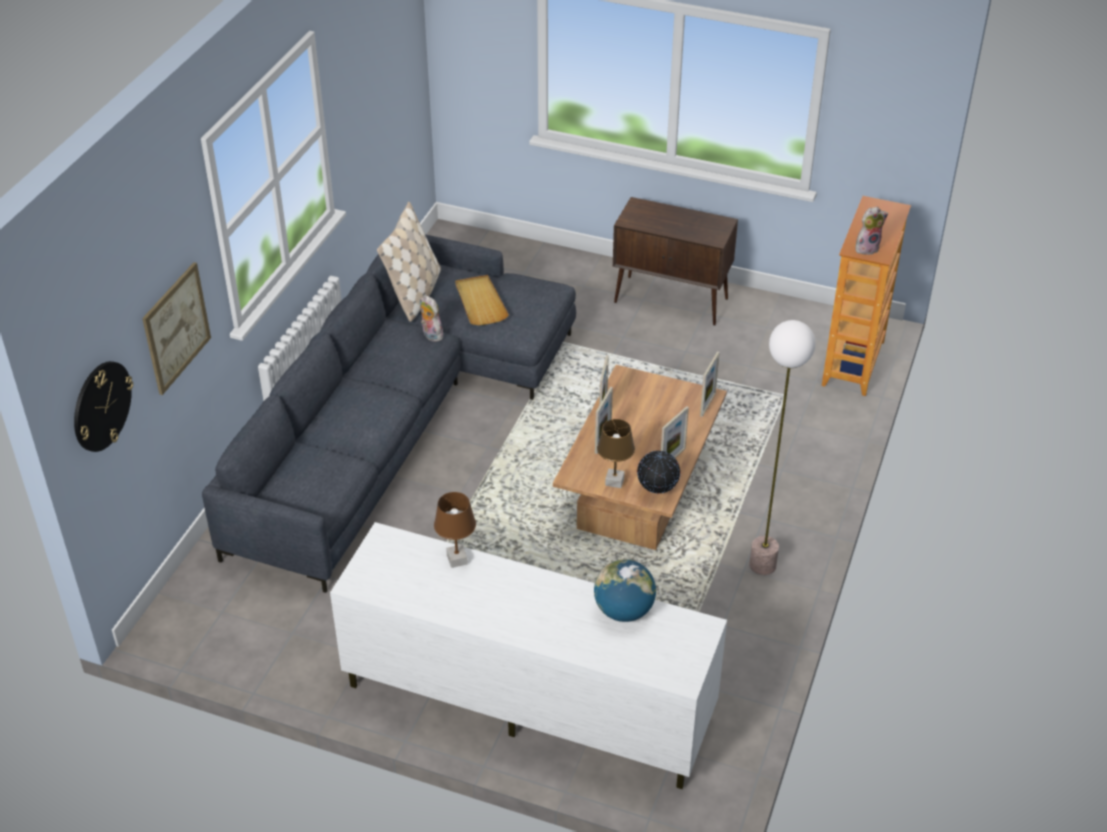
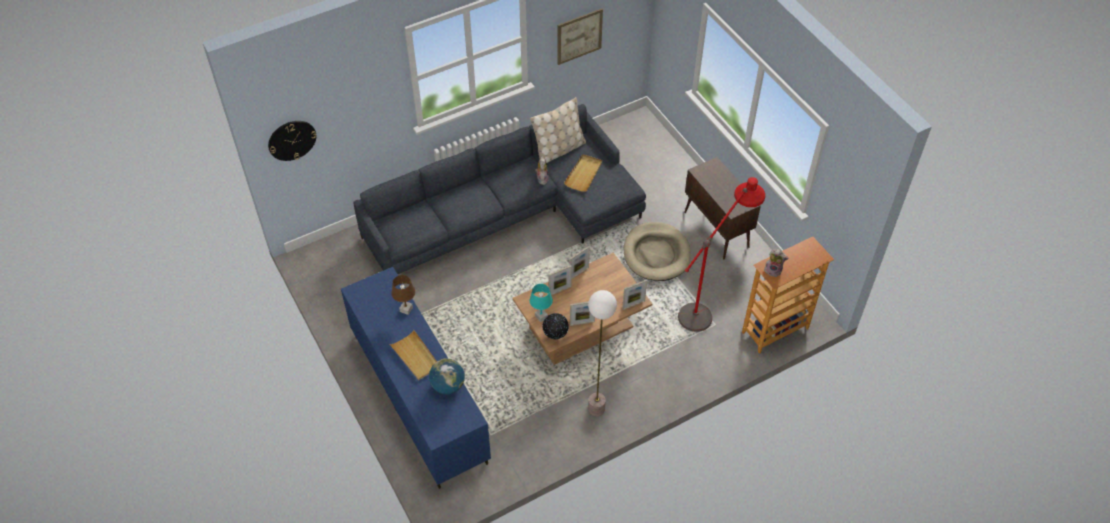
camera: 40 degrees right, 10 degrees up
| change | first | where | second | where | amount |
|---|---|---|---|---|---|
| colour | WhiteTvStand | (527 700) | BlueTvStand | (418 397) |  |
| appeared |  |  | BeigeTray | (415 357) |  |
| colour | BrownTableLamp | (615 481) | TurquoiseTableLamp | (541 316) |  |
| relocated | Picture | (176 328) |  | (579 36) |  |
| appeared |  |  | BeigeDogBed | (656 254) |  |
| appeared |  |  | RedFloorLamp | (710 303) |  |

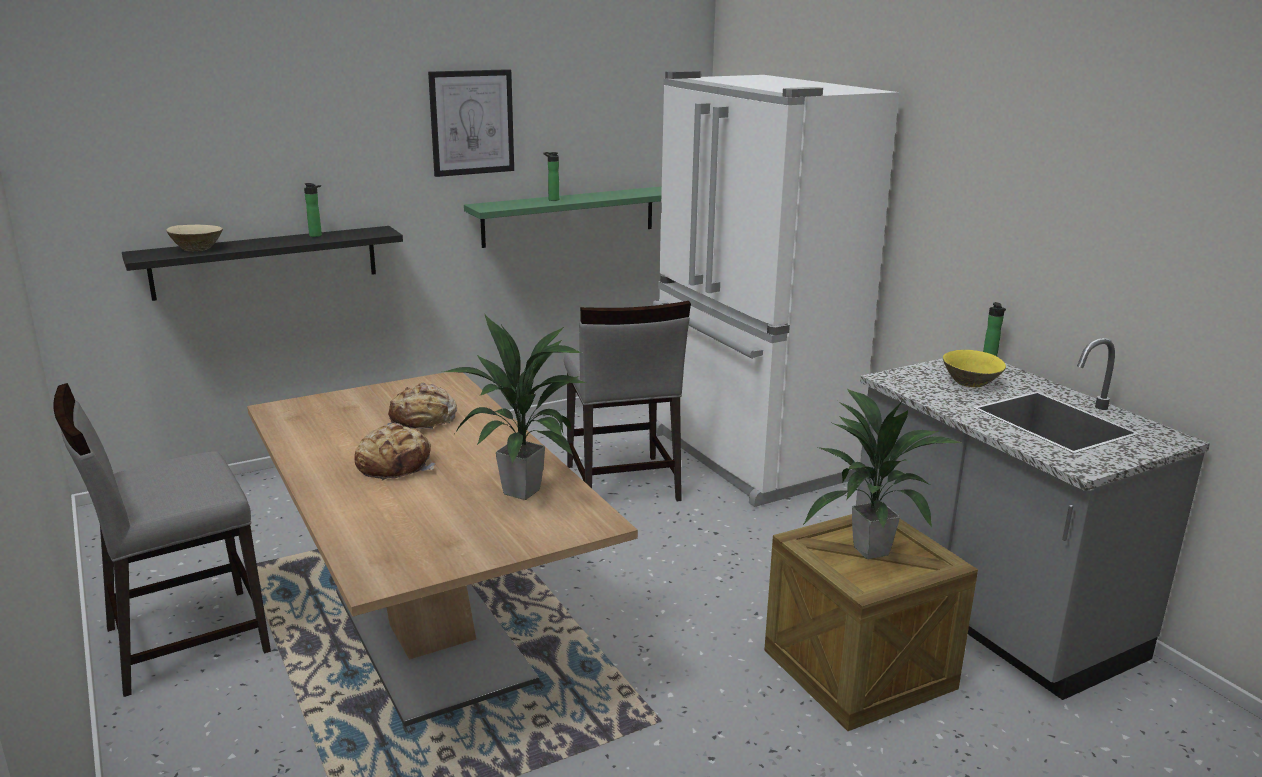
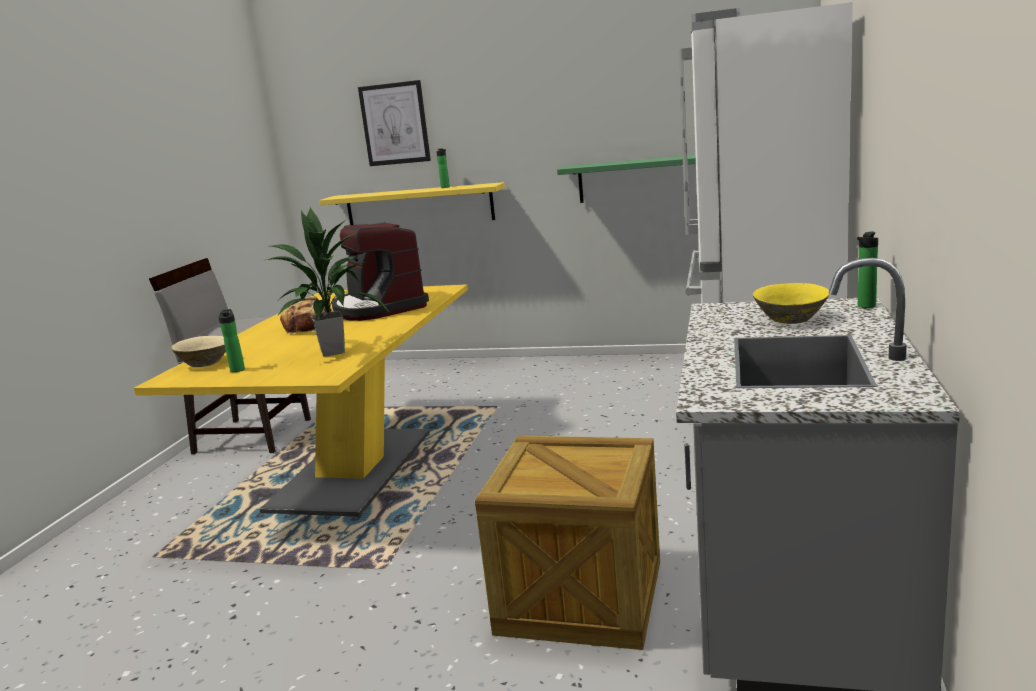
camera: 45 degrees right, 5 degrees down
| change | first | where | second | where | amount |
|---|---|---|---|---|---|
| colour | BrownDiningTable | (431 635) | YellowDiningTable | (352 470) |  |
| relocated | BeigeBowl | (197 249) |  | (205 363) |  |
| relocated | Bottle | (552 199) |  | (237 369) |  |
| colour | BlackShelf | (266 262) | YellowShelf | (419 207) |  |
| exchanged | Bread | (423 421) | CoffeeMachine | (379 308) |  |
| relocated | Picture | (472 122) |  | (395 124) |  |
| missing | GreyChair | (621 483) |  |  |  |
| missing | PottedPlant | (870 550) |  |  |  |

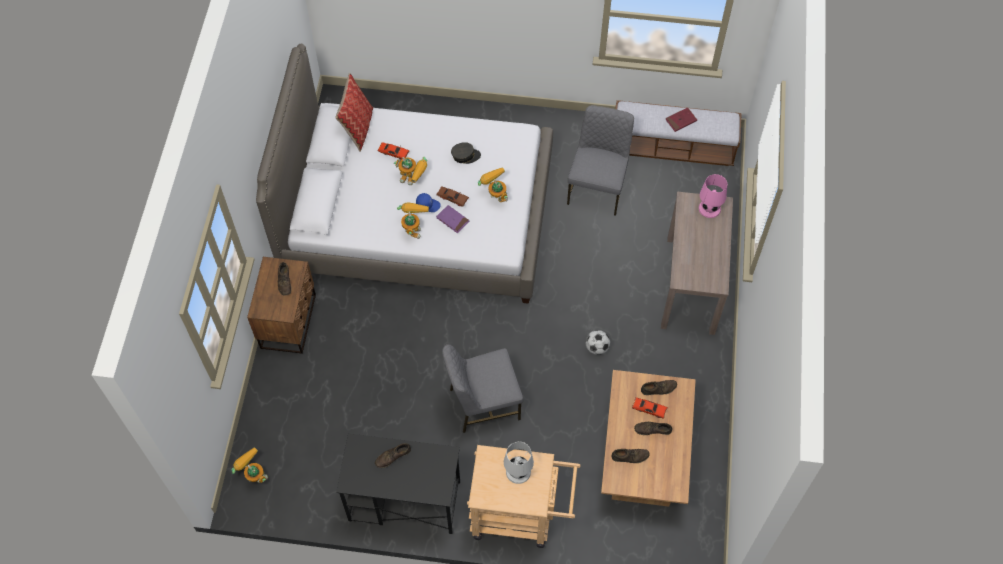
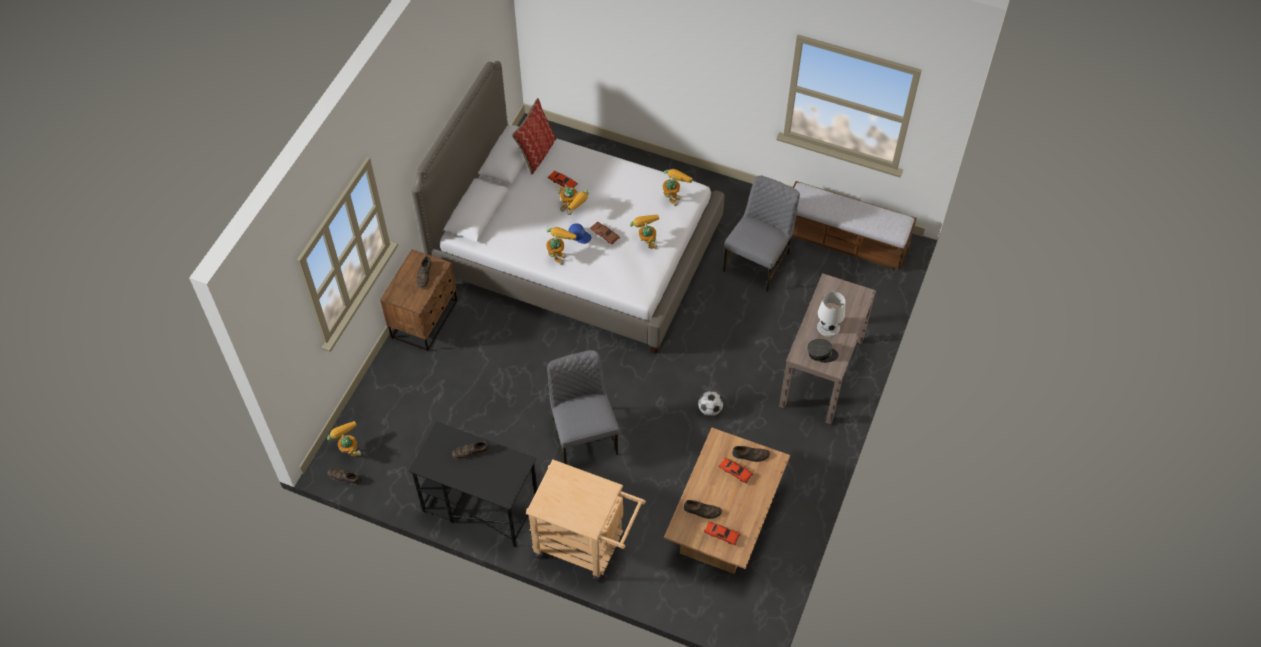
camera: 15 degrees right, 5 degrees down
| change | first | where | second | where | amount |
|---|---|---|---|---|---|
| relocated | BrownShoe | (652 430) |  | (345 477) |  |
| spun | GreyChair | (483 403) |  | (583 435) | 75 degrees clockwise |
| appeared |  |  | ToyRobot | (673 196) |  |
| appeared |  |  | RedToyCar | (721 535) |  |
| relocated | GreyCap | (465 156) |  | (821 354) |  |
| relocated | WhiteTableLamp | (518 472) |  | (828 327) |  |
| missing | PurpleBook | (452 220) |  |  |  |
| missing | RedBook | (681 120) |  |  |  |
| missing | PinkTableLamp | (709 208) |  |  |  |

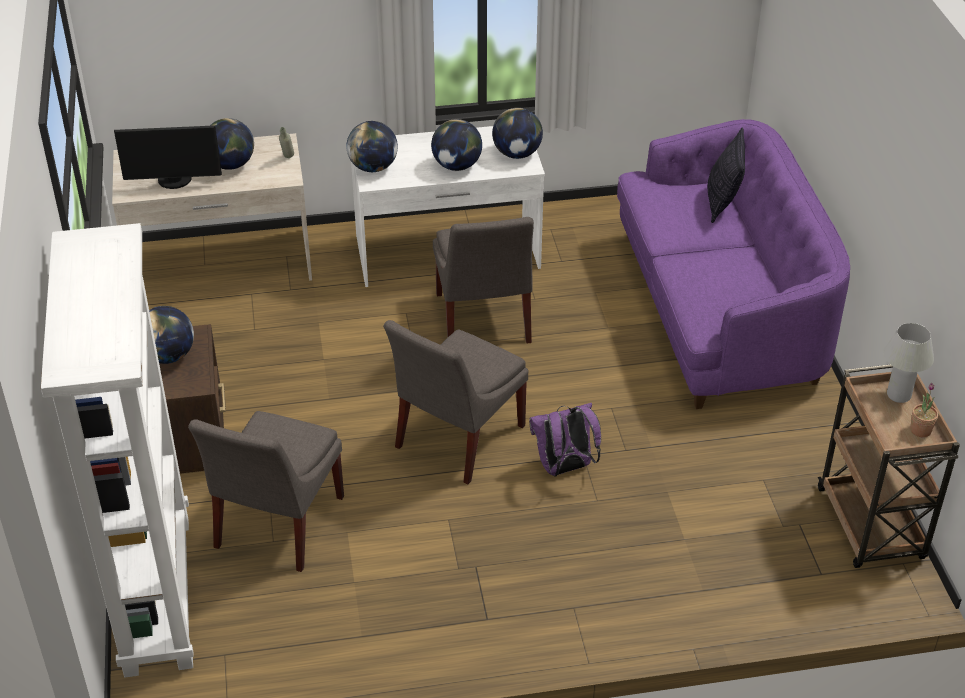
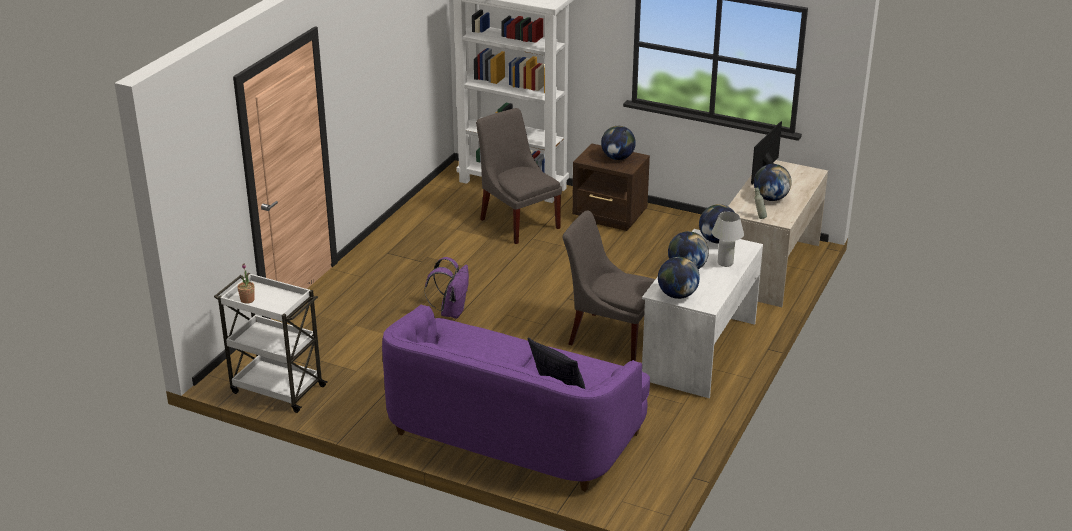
camera: 125 degrees right, 10 degrees down
| change | first | where | second | where | amount |
|---|---|---|---|---|---|
| colour | BrownCart | (871 526) | WhiteCart | (276 389) |  |
| relocated | WhiteTableLamp | (898 395) |  | (725 263) |  |
| missing | GreyChair | (456 439) |  |  |  |

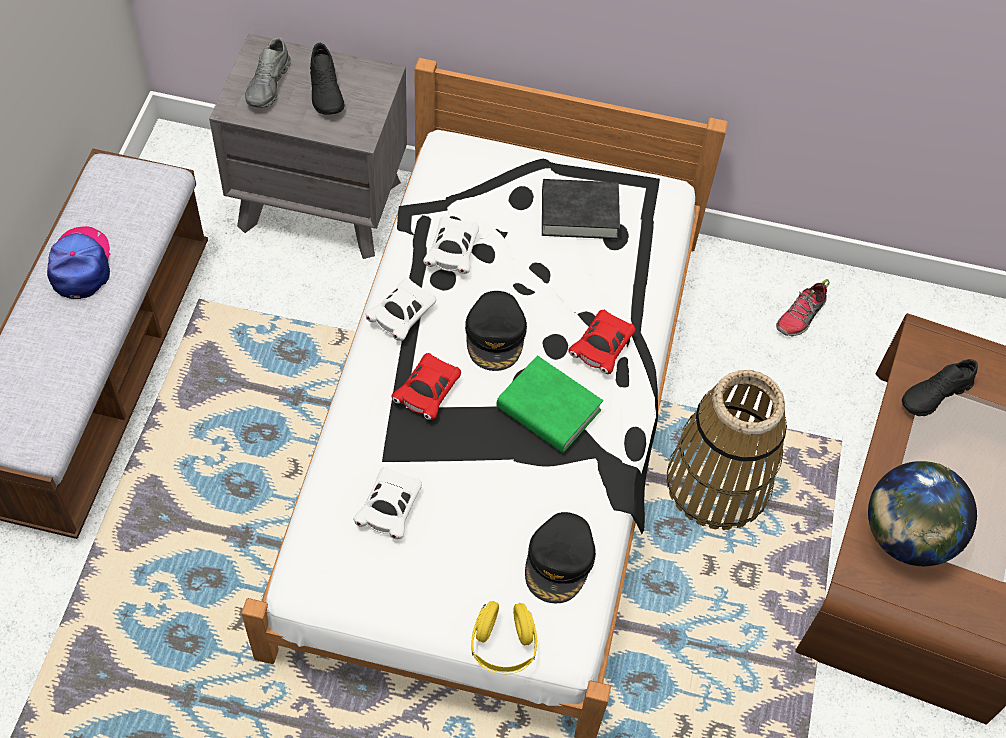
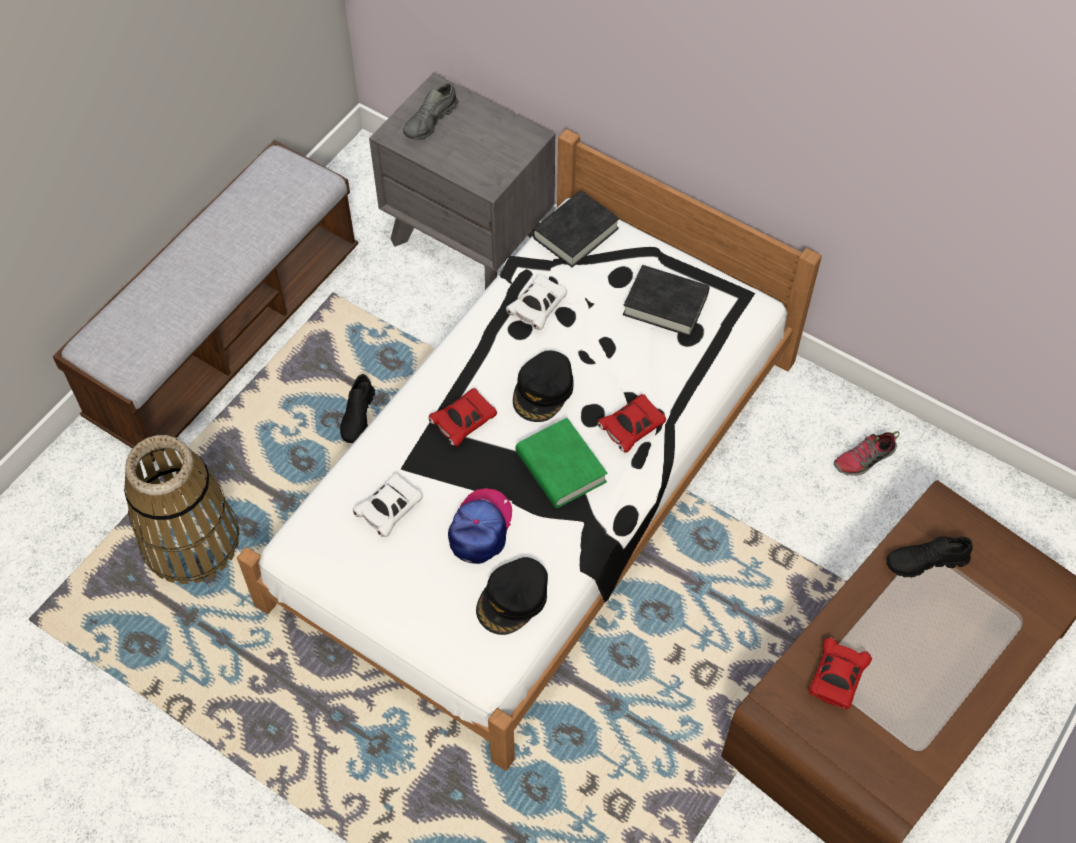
camera: 25 degrees right, 0 degrees up
| change | first | where | second | where | amount |
|---|---|---|---|---|---|
| relocated | Basket | (717 483) |  | (191 540) |  |
| relocated | BlackShoe | (326 91) |  | (358 417) |  |
| relocated | Cap | (81 265) |  | (480 528) |  |
| appeared |  |  | BlackBook | (575 233) |  |
| exchanged | Globe | (906 536) | RedToyCar | (836 678) |  |
| missing | WhiteToyCar | (402 316) |  |  |  |
| missing | YellowHeadphones | (503 645) |  |  |  |

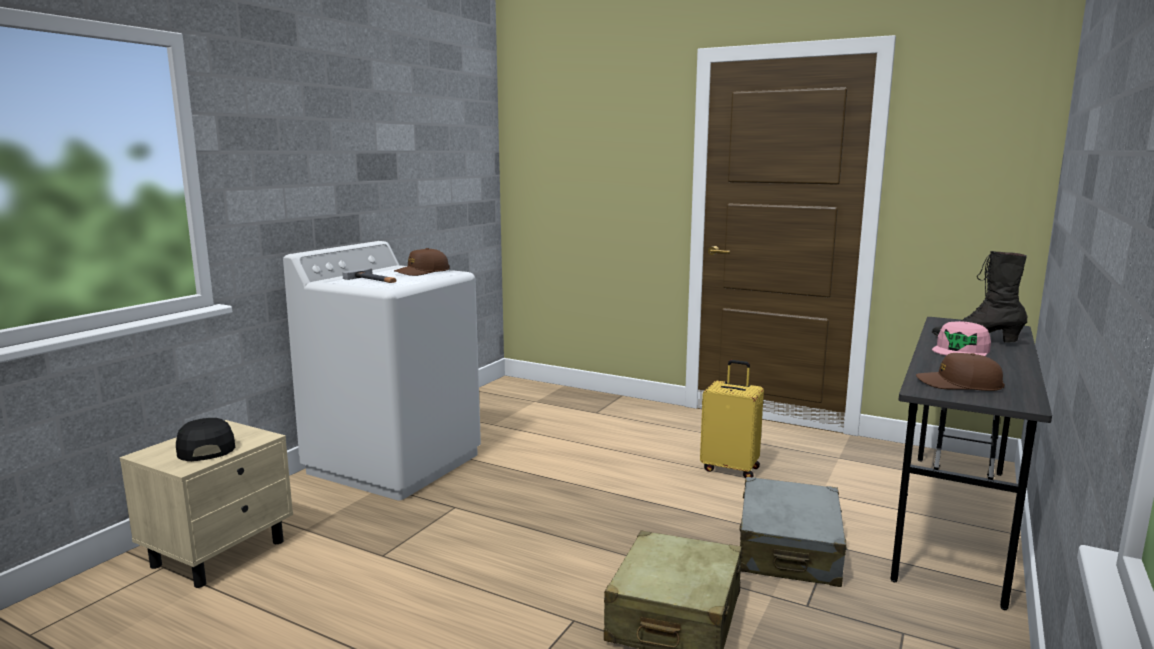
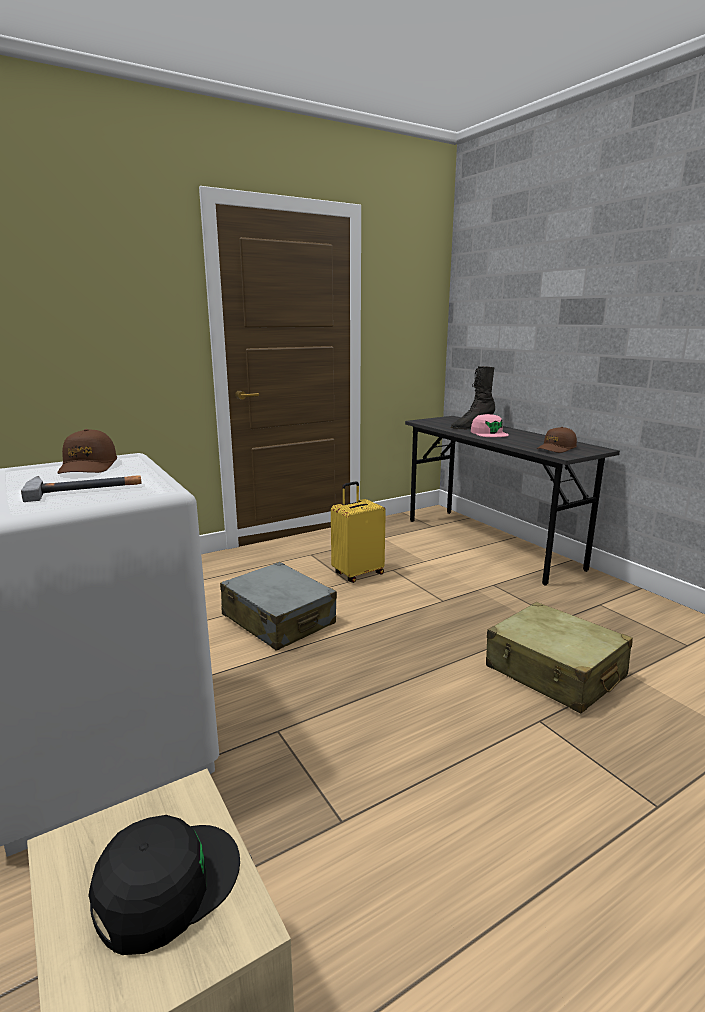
camera: 60 degrees left, 5 degrees up
| change | first | where | second | where | amount |
|---|---|---|---|---|---|
| spun | BlackCap | (205 448) |  | (166 885) | 135 degrees clockwise |
| relocated | GreySuitcase | (788 549) |  | (278 620) |  |

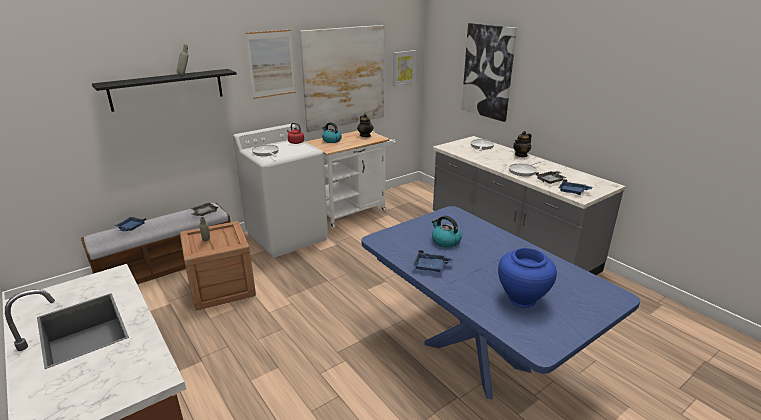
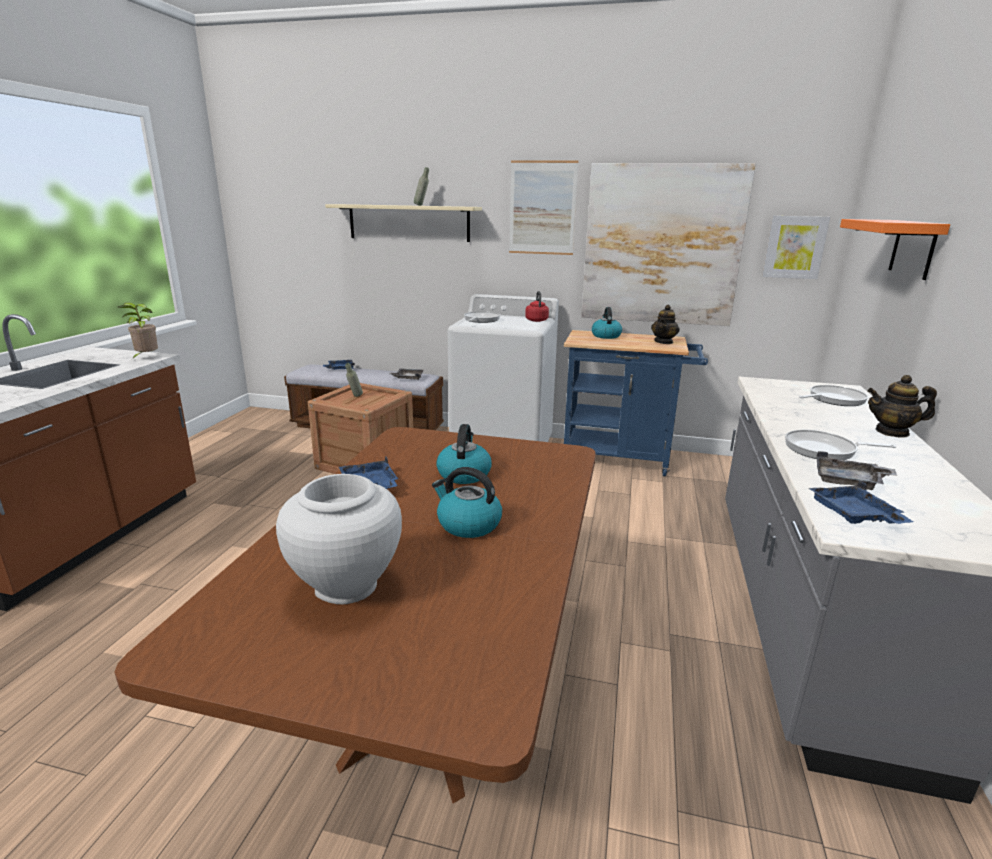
camera: 50 degrees right, 5 degrees down
| change | first | where | second | where | amount |
|---|---|---|---|---|---|
| colour | BlueDiningTable | (475 355) | BrownDiningTable | (433 705) |  |
| appeared |  |  | PottedPlant | (146 358) |  |
| colour | BlueVase | (522 299) | WhiteVase | (346 586) |  |
| colour | BlackShelf | (167 89) | BeigeShelf | (409 222) |  |
| appeared |  |  | Kettle | (468 524) |  |
| colour | WhiteCart | (353 211) | BlueCart | (623 459) |  |
| exchanged | Picture | (488 71) | OrangeShelf | (913 248) |  |

